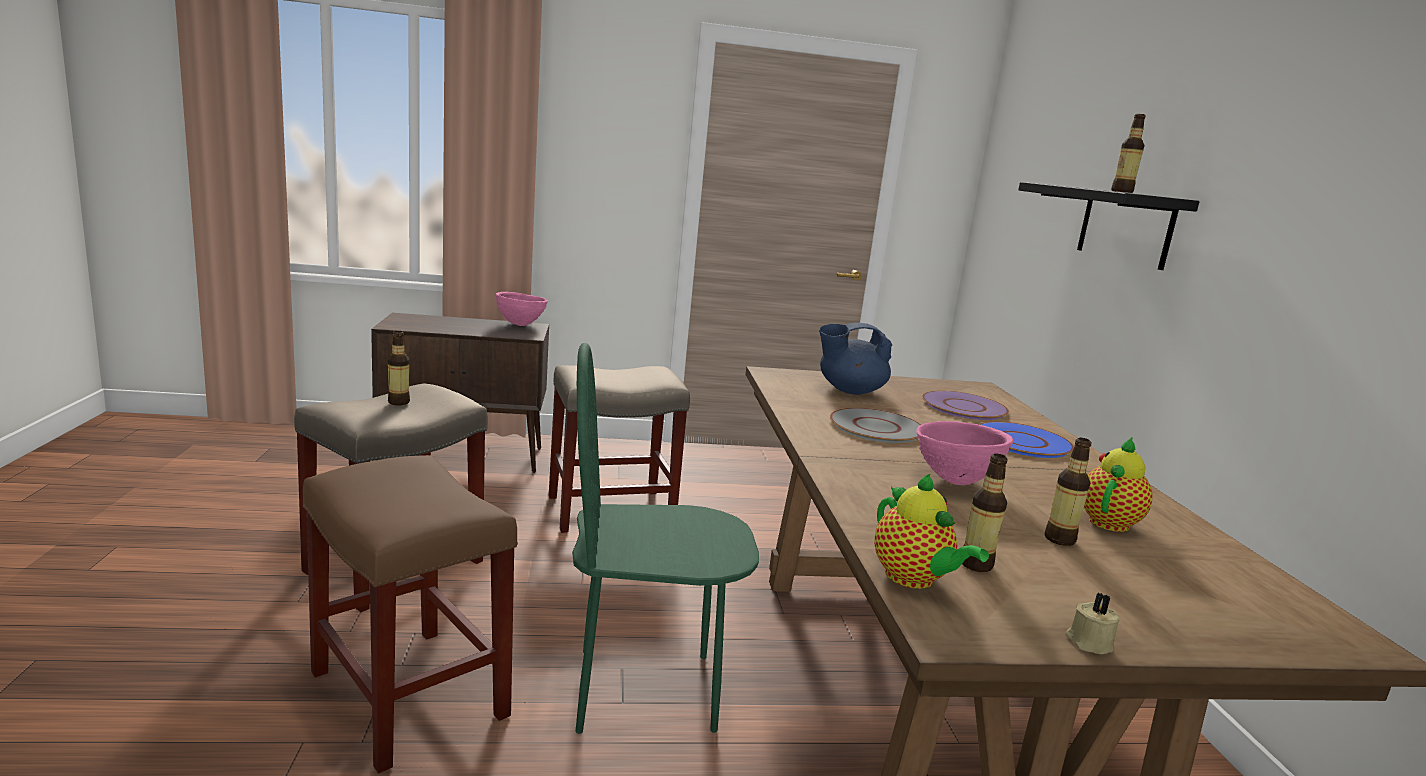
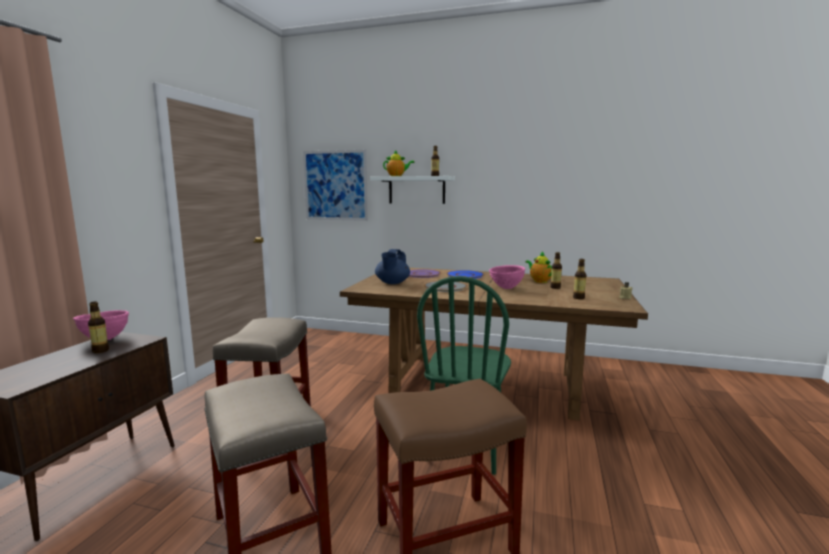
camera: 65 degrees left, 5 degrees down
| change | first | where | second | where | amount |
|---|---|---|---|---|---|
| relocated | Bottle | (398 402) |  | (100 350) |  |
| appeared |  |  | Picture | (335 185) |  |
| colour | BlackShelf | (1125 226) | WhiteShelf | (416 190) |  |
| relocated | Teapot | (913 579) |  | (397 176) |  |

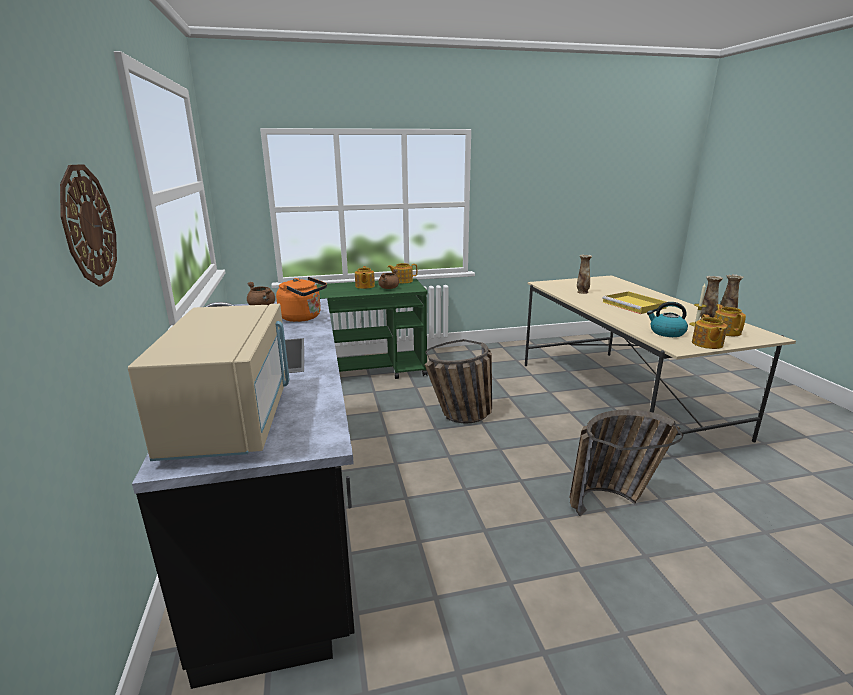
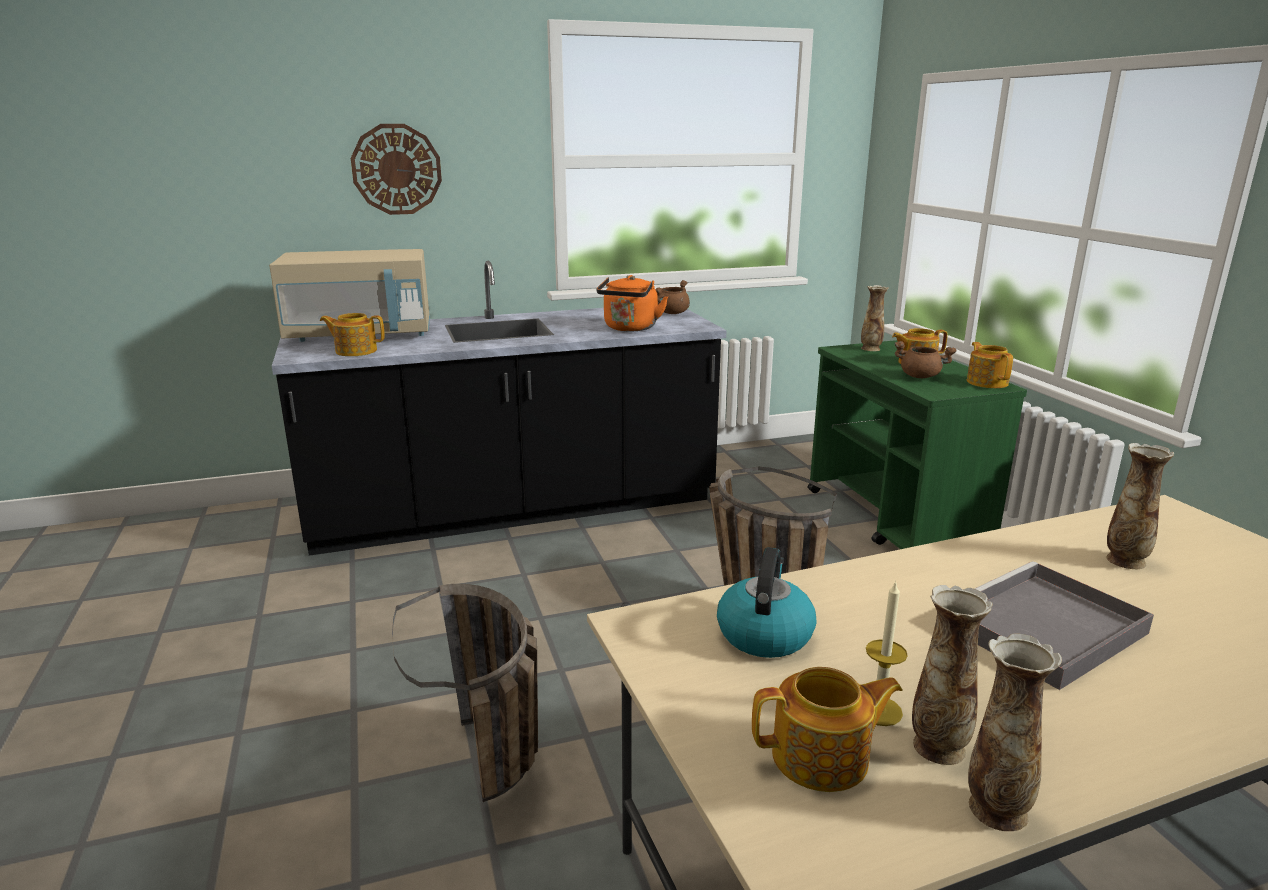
camera: 85 degrees right, 0 degrees up
| change | first | where | second | where | amount |
|---|---|---|---|---|---|
| relocated | Teapot | (707 344) |  | (355 351) |  |
| appeared |  |  | Vase | (871 349) |  |
| colour | YellowTray | (634 305) | GreyTray | (1042 630) |  |

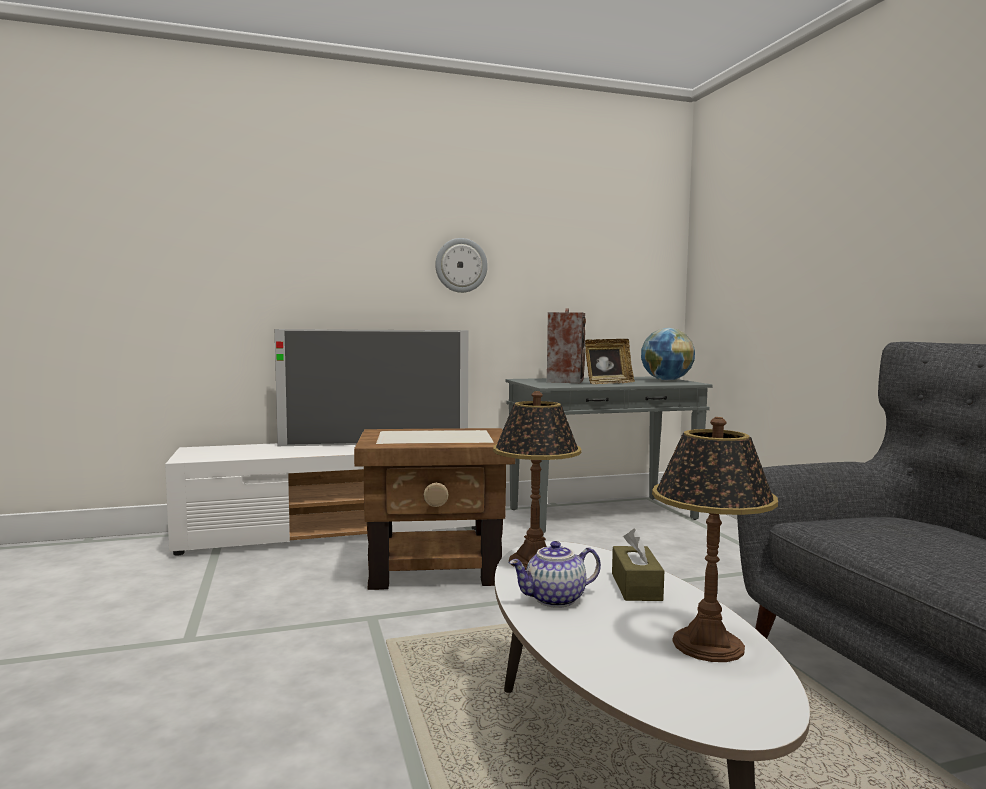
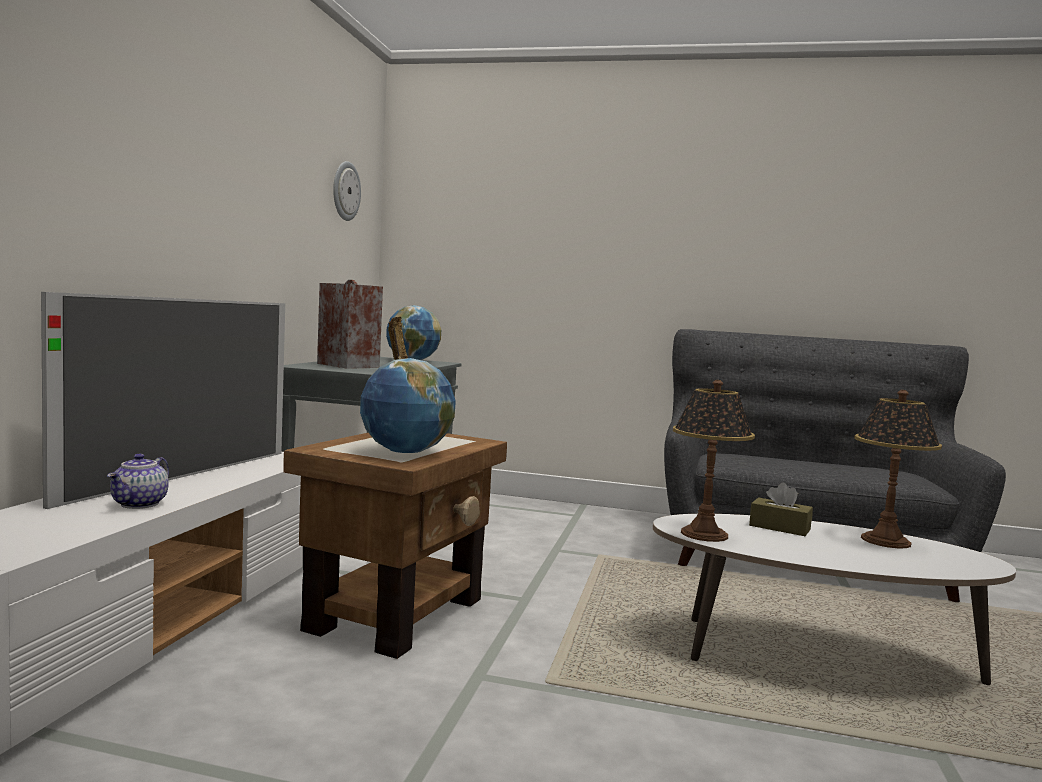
camera: 60 degrees left, 0 degrees up
| change | first | where | second | where | amount |
|---|---|---|---|---|---|
| relocated | Teapot | (555 600) |  | (140 504) |  |
| relocated | WallClock | (461 265) |  | (345 191) |  |
| appeared |  |  | Globe | (406 452) |  |

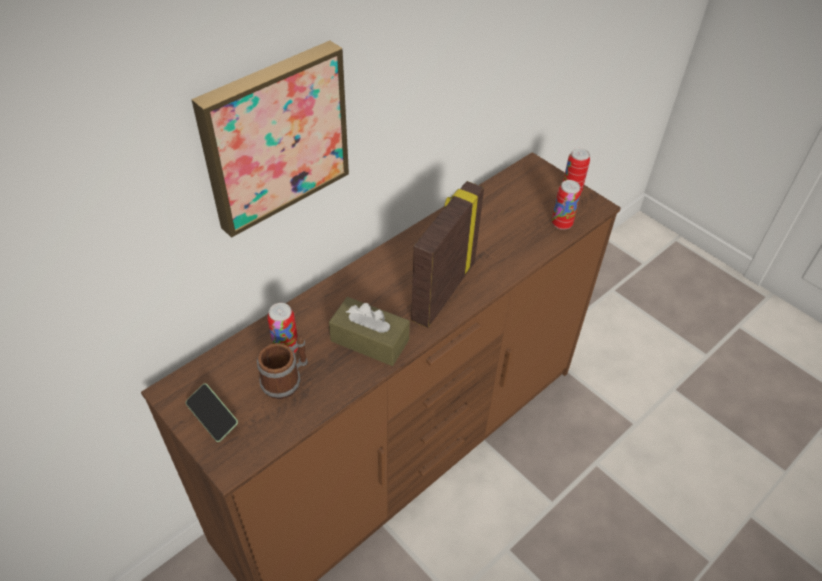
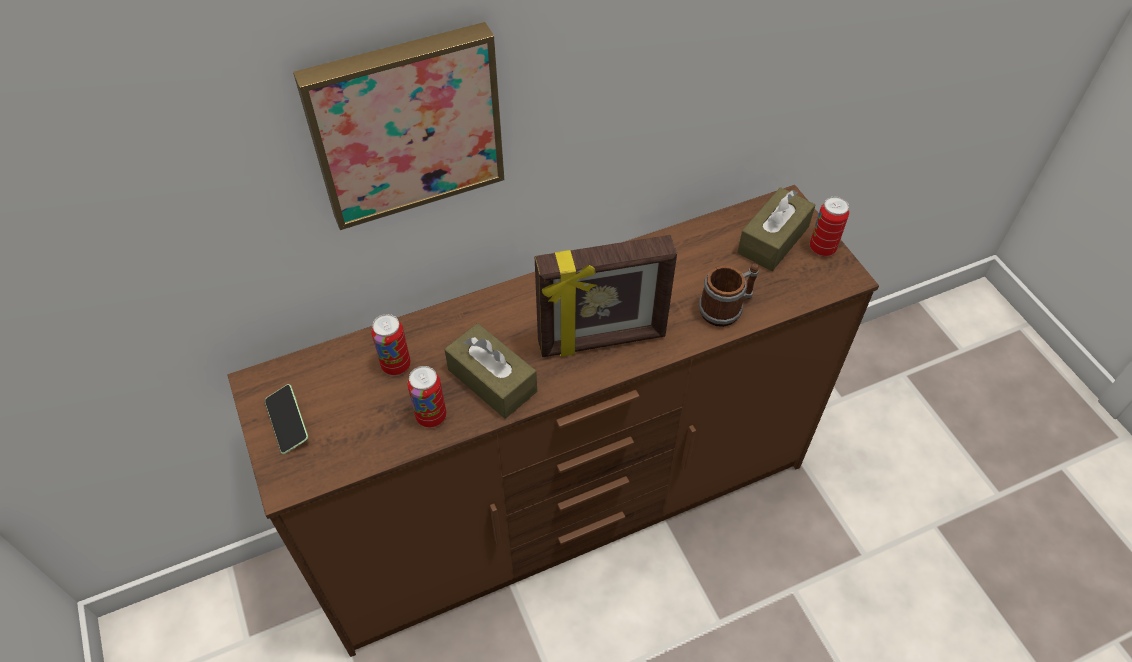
camera: 20 degrees right, 5 degrees up
| change | first | where | second | where | amount |
|---|---|---|---|---|---|
| relocated | Can | (561 224) |  | (431 416) |  |
| spun | PictureFrame | (442 291) |  | (602 341) | 150 degrees counterclockwise |
| relocated | Mug | (287 380) |  | (726 308) |  |
| appeared |  |  | BrownTissueBox | (773 240) |  |

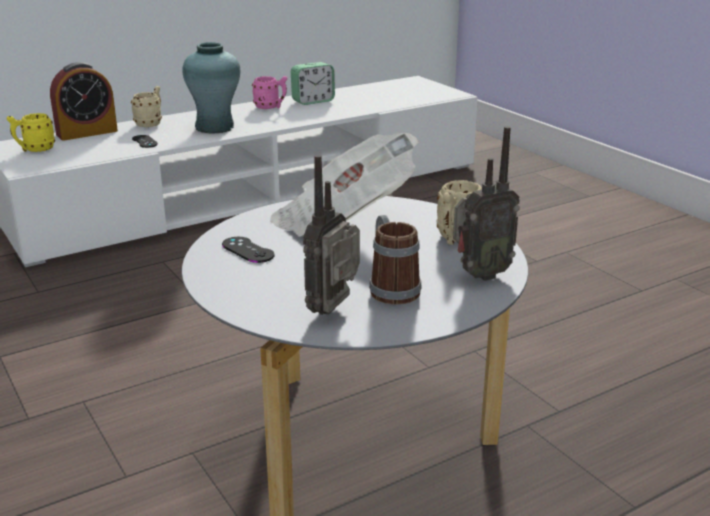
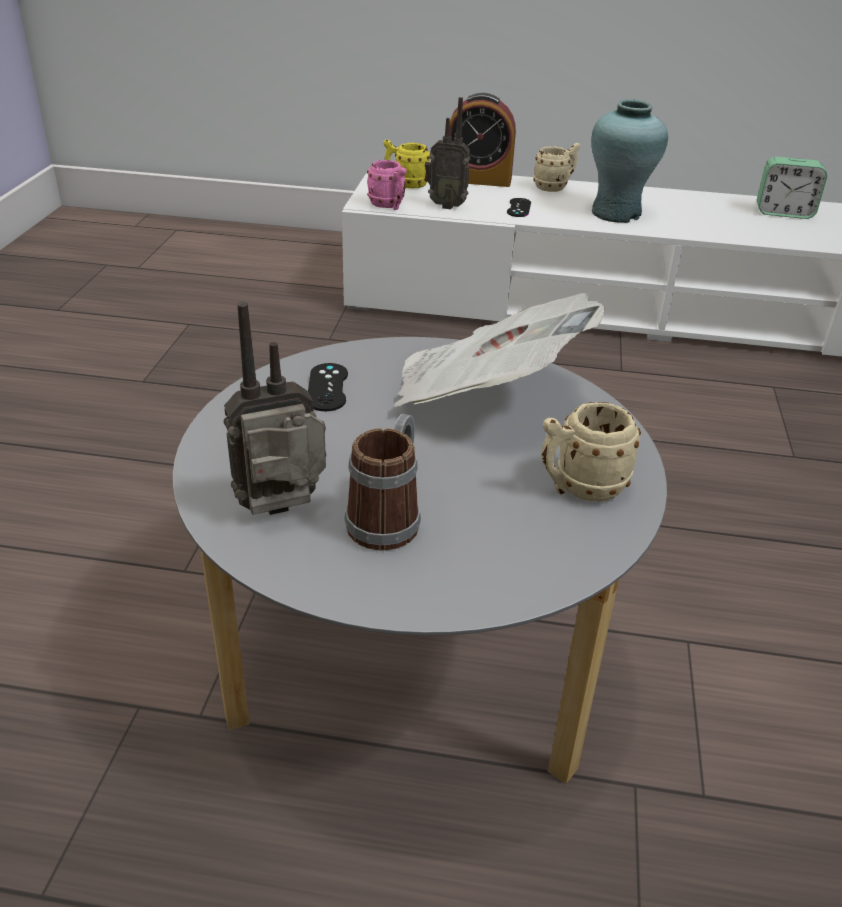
camera: 40 degrees right, 10 degrees up
| change | first | where | second | where | amount |
|---|---|---|---|---|---|
| relocated | PinkMug | (271 107) |  | (389 206) |  |
| relocated | Radio | (479 275) |  | (446 205) |  |

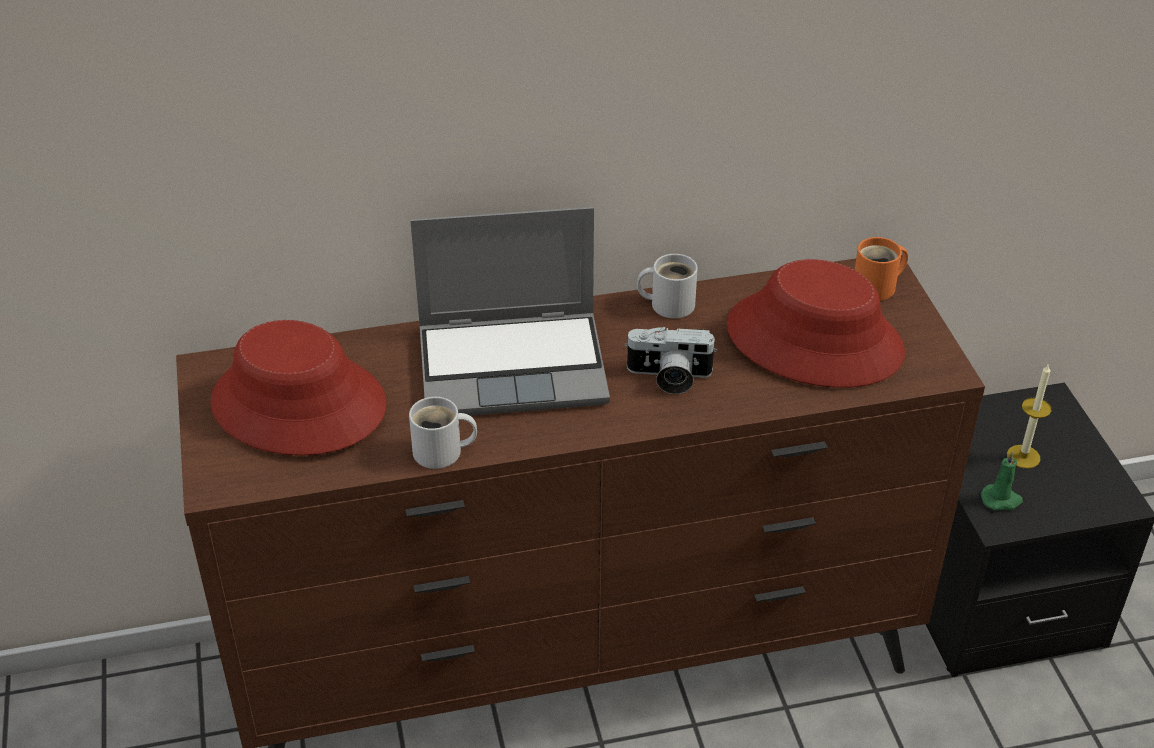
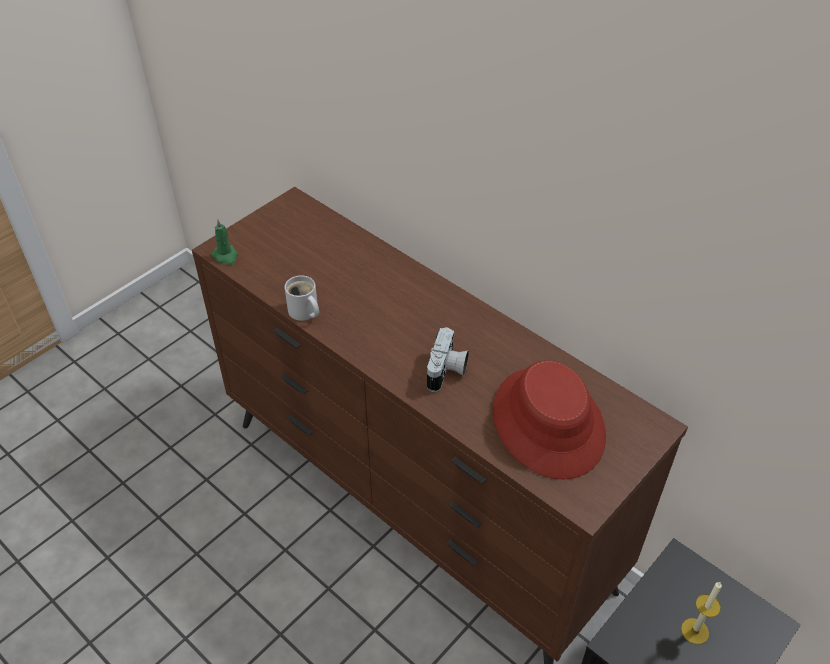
camera: 55 degrees right, 5 degrees up
| change | first | where | second | where | amount |
|---|---|---|---|---|---|
| relocated | GreenCandle | (1001 499) |  | (226 256) |  |
| spun | PhotoCamera | (668 377) |  | (447 371) | 135 degrees counterclockwise |
| missing | RedHat | (298 405) |  |  |  |
| missing | Laptop | (514 366) |  |  |  |
| missing | WhiteMug | (668 303) |  |  |  |
| missing | OrangeMug | (878 287) |  |  |  |

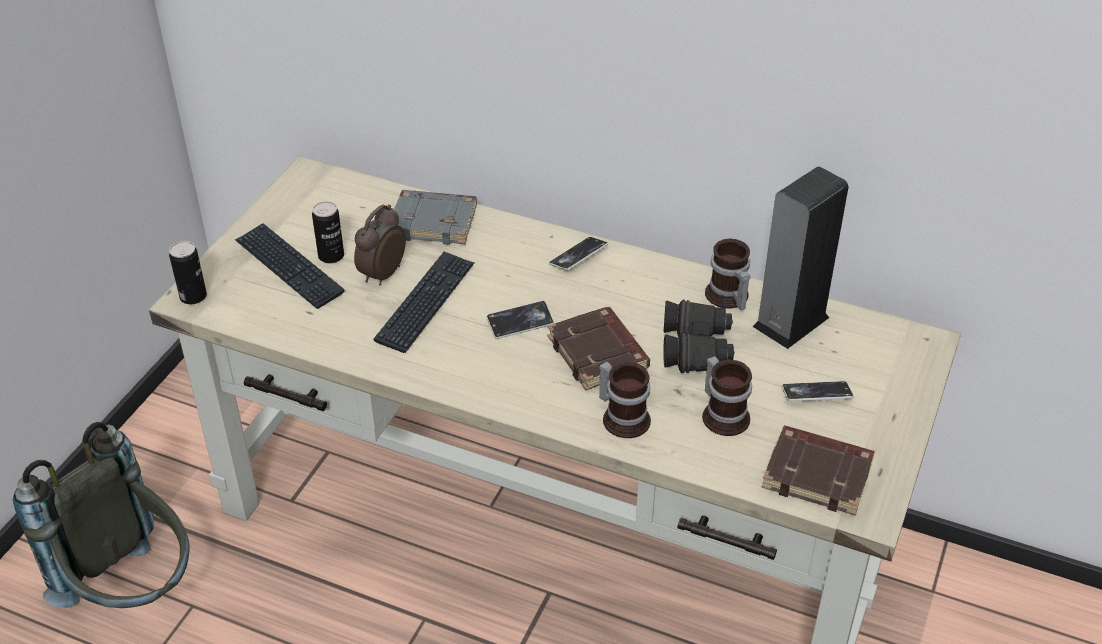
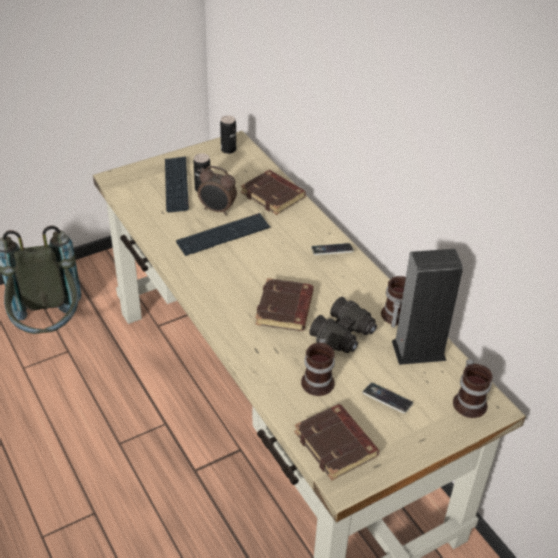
camera: 35 degrees right, 0 degrees up
| change | first | where | second | where | amount |
|---|---|---|---|---|---|
| spun | AlarmClock | (381 274) |  | (217 210) | 135 degrees counterclockwise |
| relocated | Can | (193 296) |  | (228 150) |  |
| colour | GreyBook | (434 222) | BrownBook | (274 196) |  |
| relocated | Mug | (624 417) |  | (470 401) |  |
| missing | Phone | (520 323) |  |  |  |

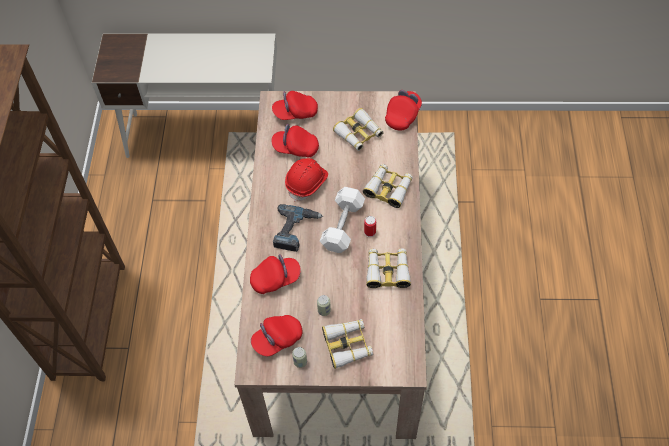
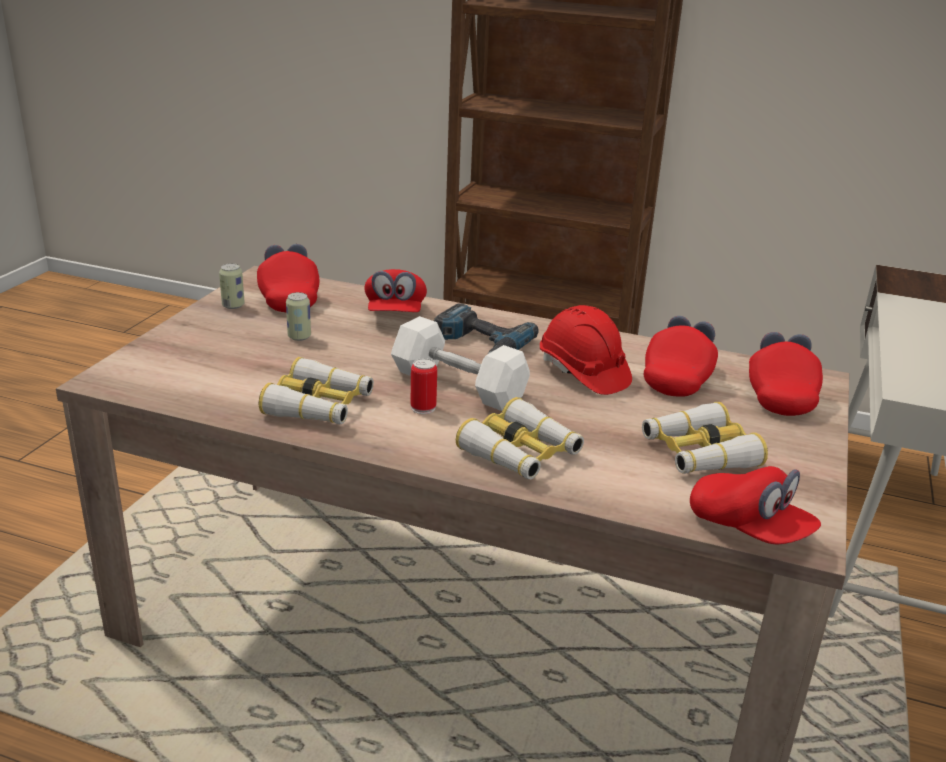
camera: 105 degrees right, 30 degrees down
| change | first | where | second | where | amount |
|---|---|---|---|---|---|
| missing | Binoculars | (347 345) |  |  |  |

